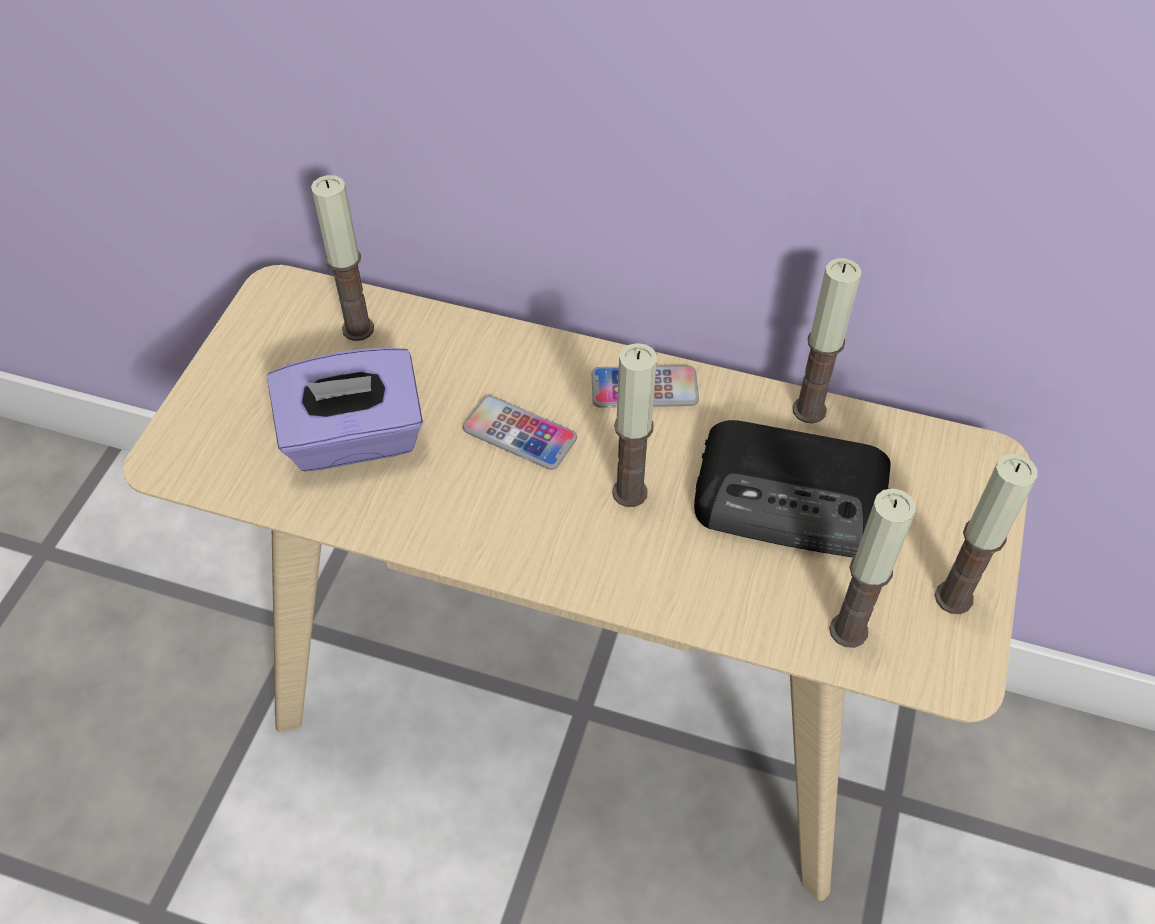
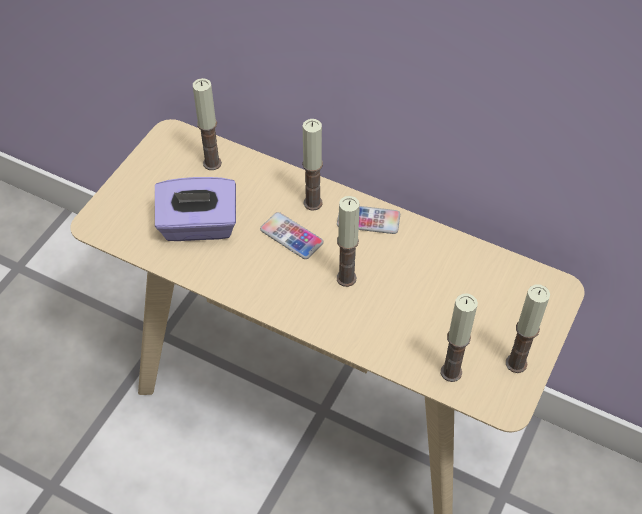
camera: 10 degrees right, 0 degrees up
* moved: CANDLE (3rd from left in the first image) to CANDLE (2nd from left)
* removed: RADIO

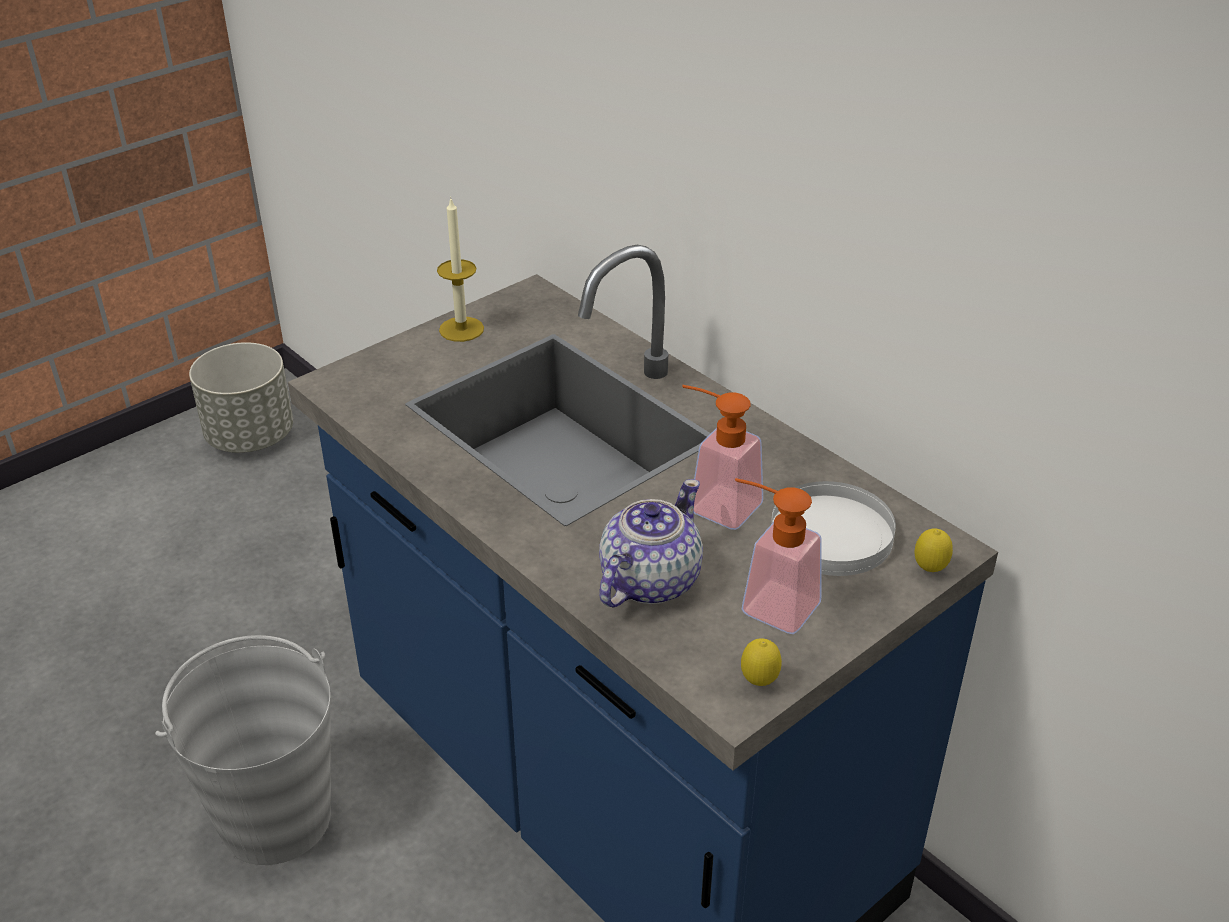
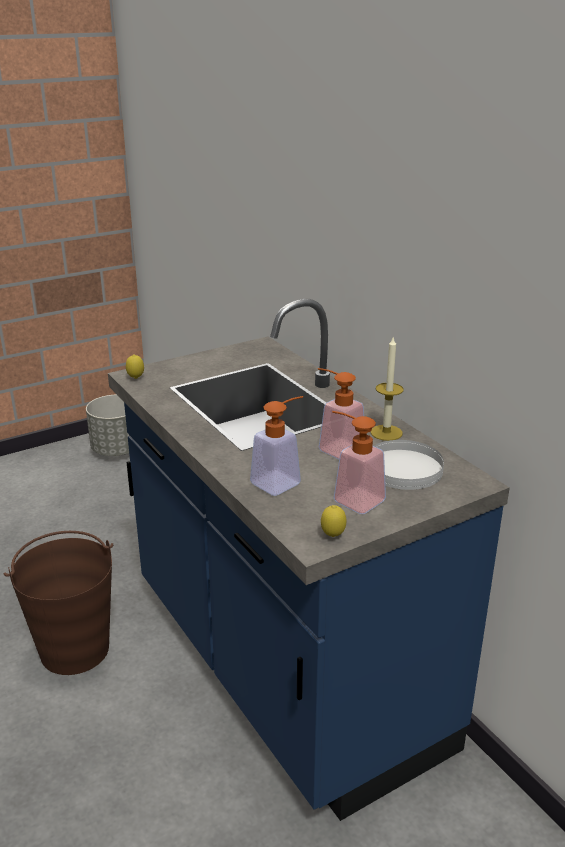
camera: 10 degrees right, 10 degrees down
* recoloured: GRAY BUCKET to BROWN BUCKET
* moved: CITRUS FRUIT (2nd from left in the first image) to CITRUS FRUIT (1st from left)
* replaced: TEA POT to SOAP BOTTLE (1st from left)
* moved: CANDLE

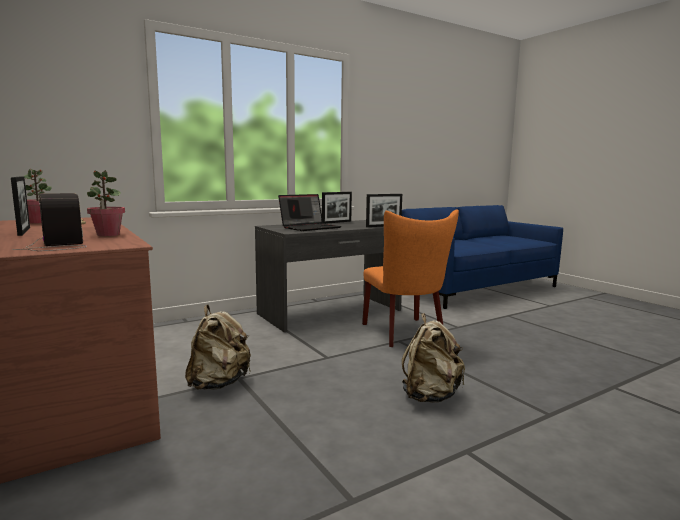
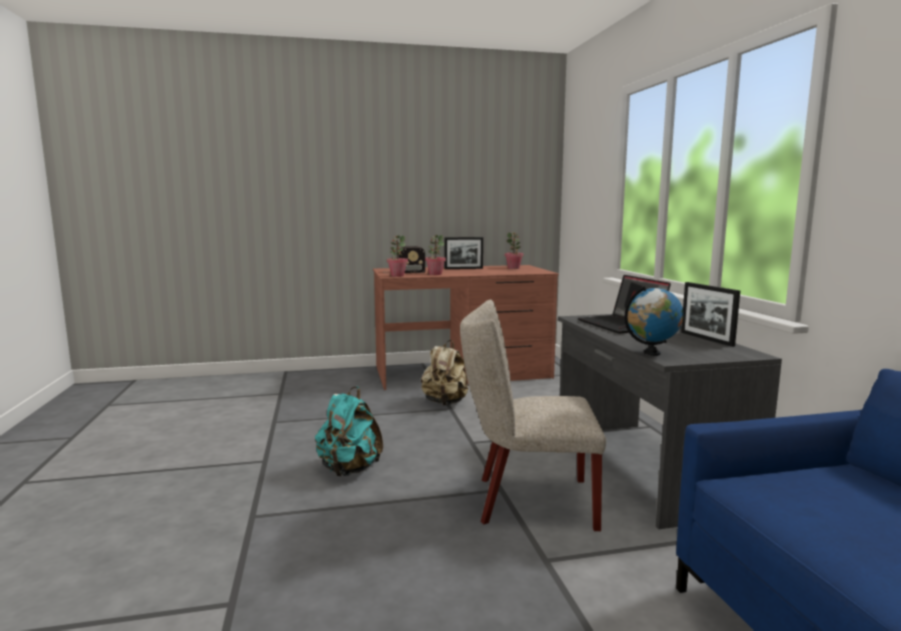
camera: 110 degrees right, 0 degrees up
* recoloured: SAND-COLOURED KNAPSACK (2nd from left) to TURQUOISE KNAPSACK
* added: PLANT IN A POT (1st from left)
* recoloured: ORANGEY PLAIN CHAIR to SAND-COLOURED PLAIN CHAIR
* replaced: PICTURE FRAME (3rd from left) to GLOBE

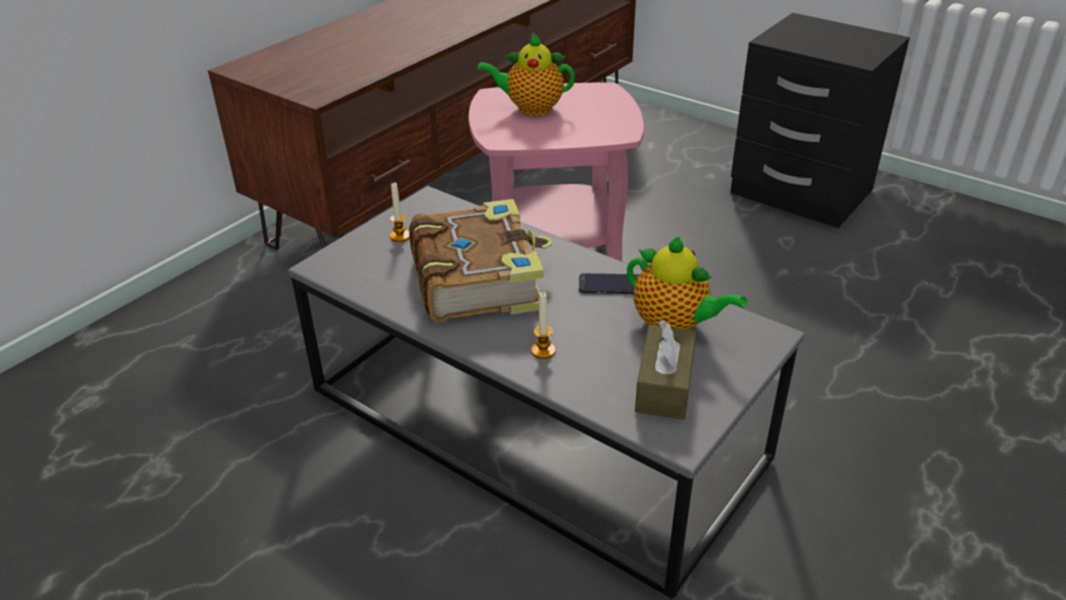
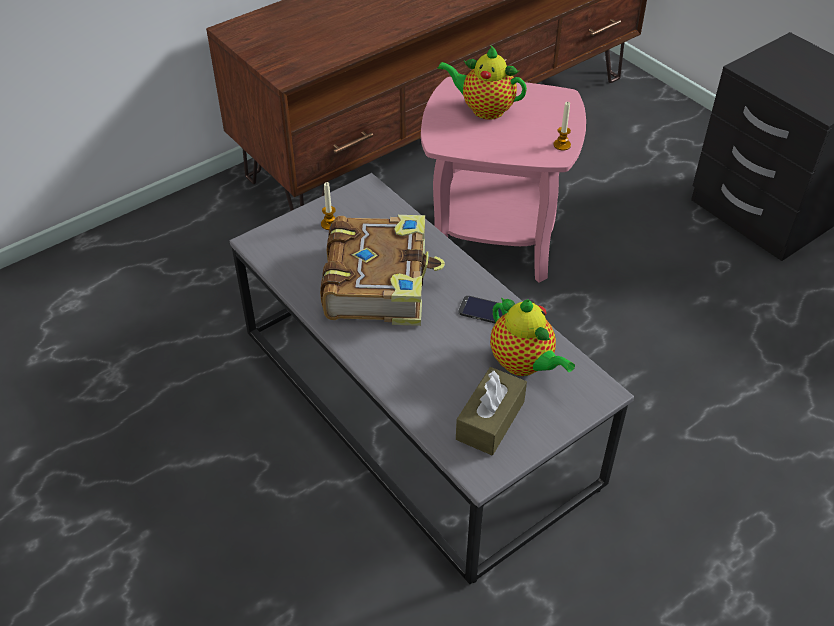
camera: 15 degrees right, 10 degrees up
* moved: CANDLE (2nd from left)

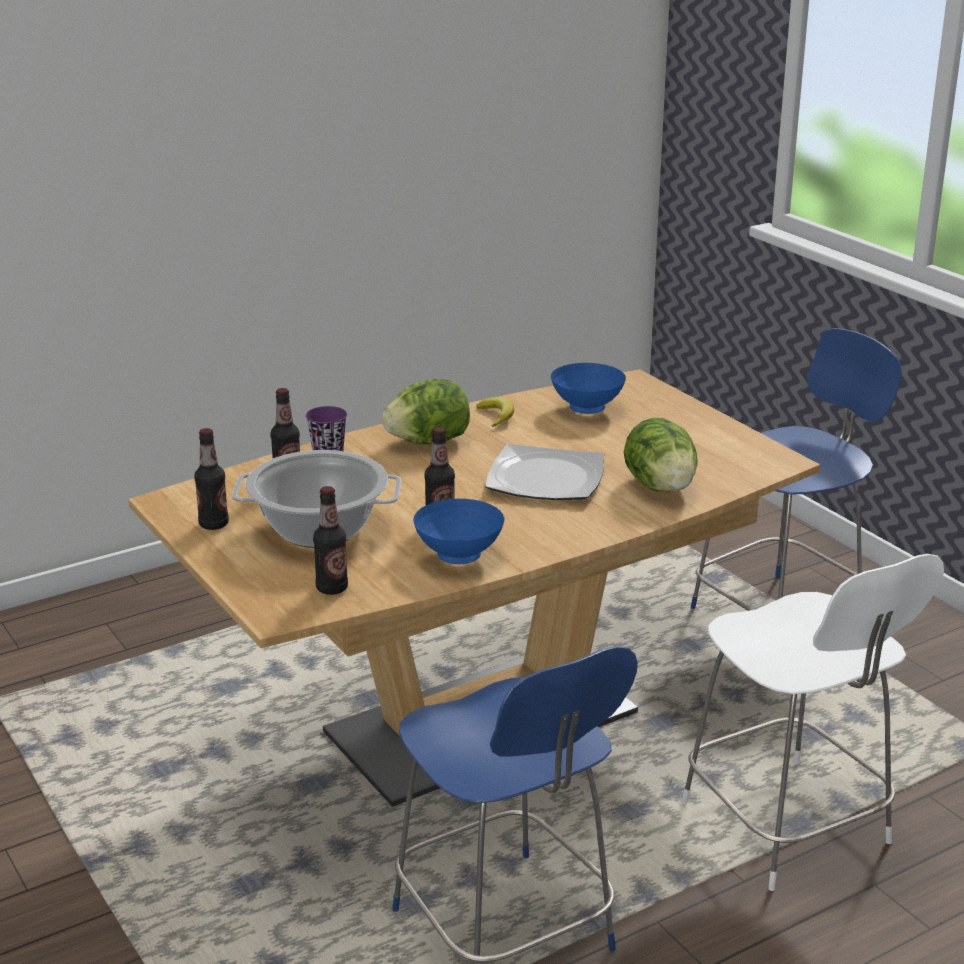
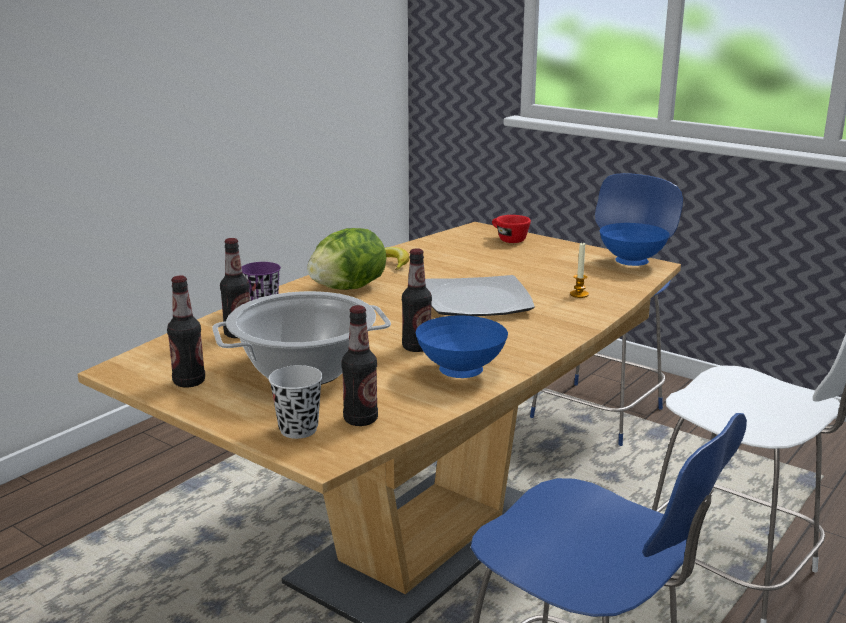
camera: 20 degrees left, 5 degrees down
* added: BLACK CUP
* added: RED CUP
* replaced: LETTUCE HEAD (2nd from left) to CANDLE
* moved: BLUE-COLOURED SERVING BOWL (2nd from left)

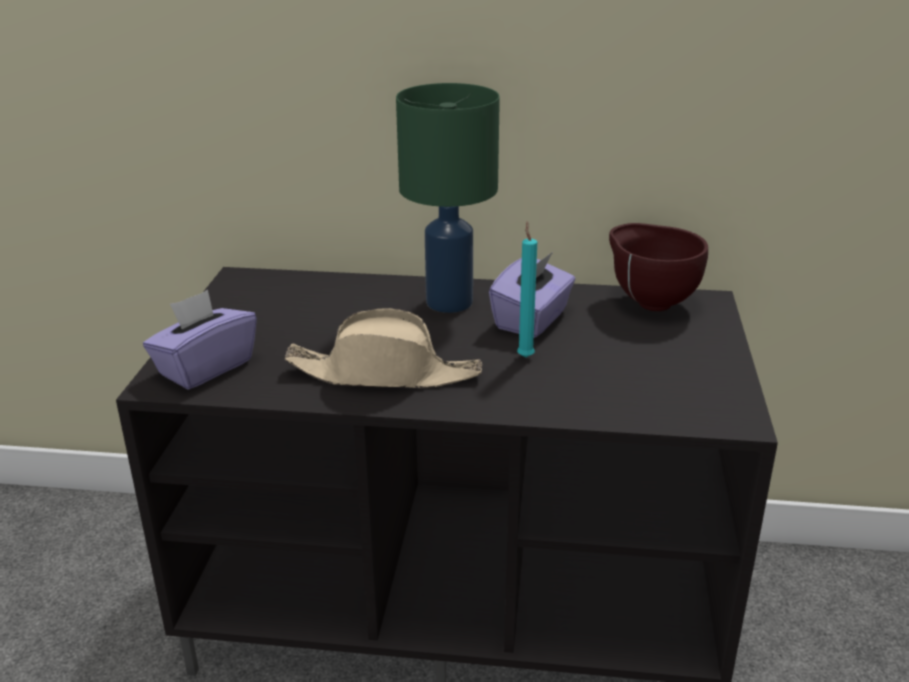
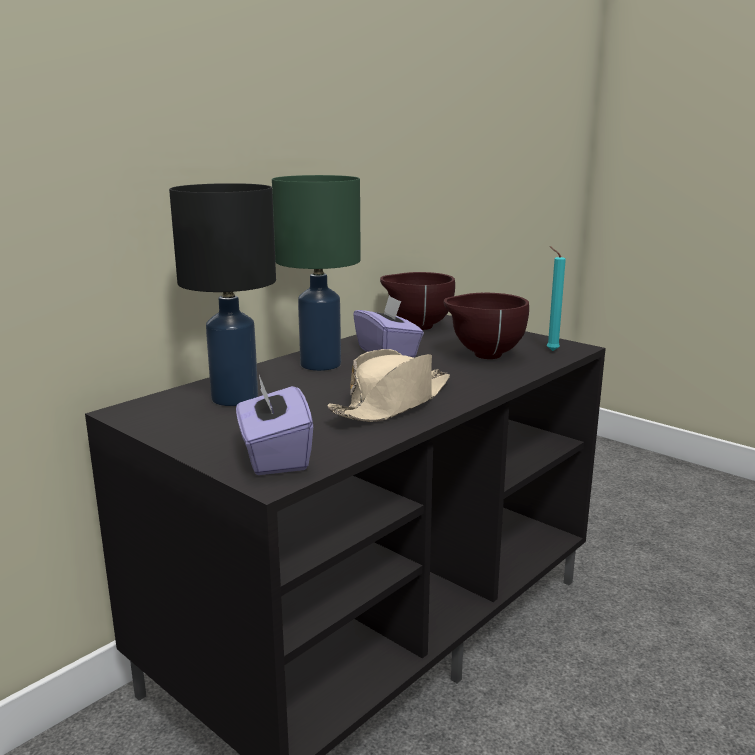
camera: 55 degrees left, 10 degrees down
* added: BLACK TABLE LAMP
* added: BROWN SERVING BOWL (2nd from left)
* moved: TURQUOISE CANDLE

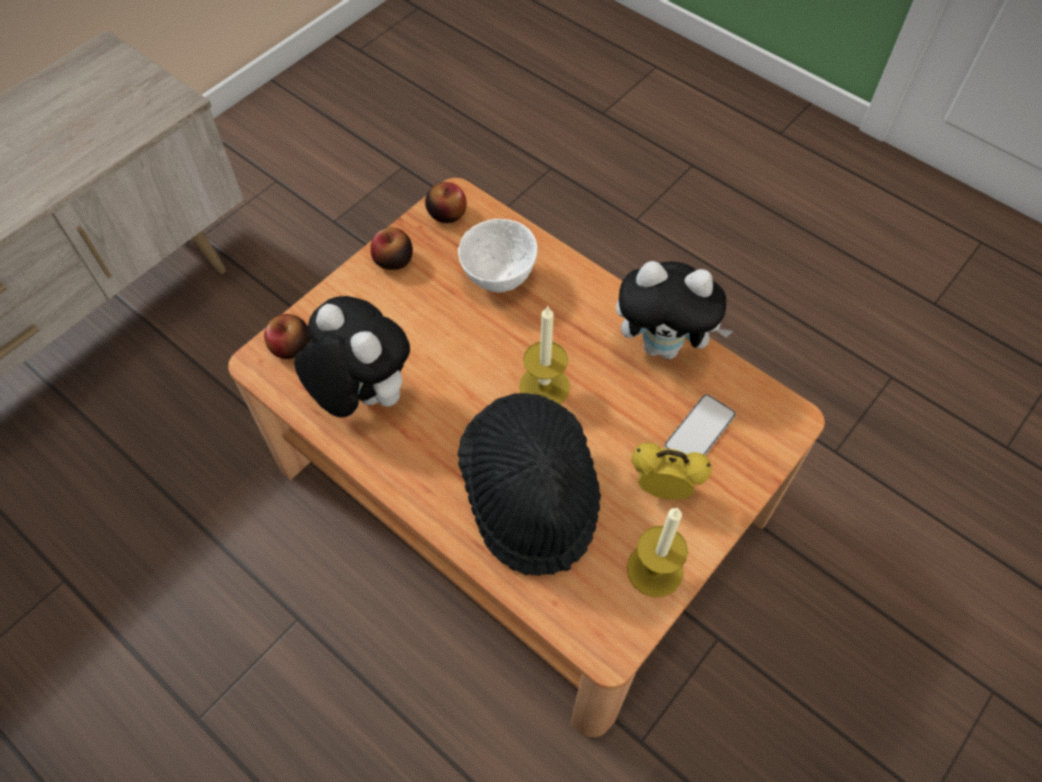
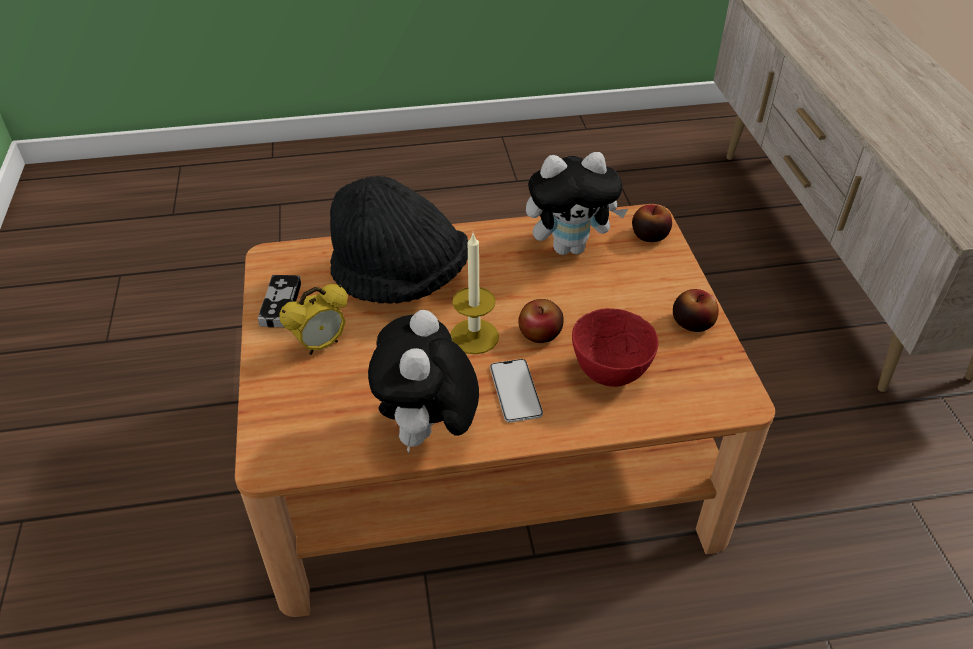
camera: 130 degrees right, 15 degrees down
* replaced: CANDLE (2nd from left) to GAMEPAD
* turned: SOFT TOY (2nd from left in the first image) 45 degrees counterclockwise
* moved: TELEPHONE
* moved: APPLE FRUIT (3rd from left in the first image) to APPLE FRUIT (1st from left)
* recoloured: WHITE SERVING BOWL to RED SERVING BOWL

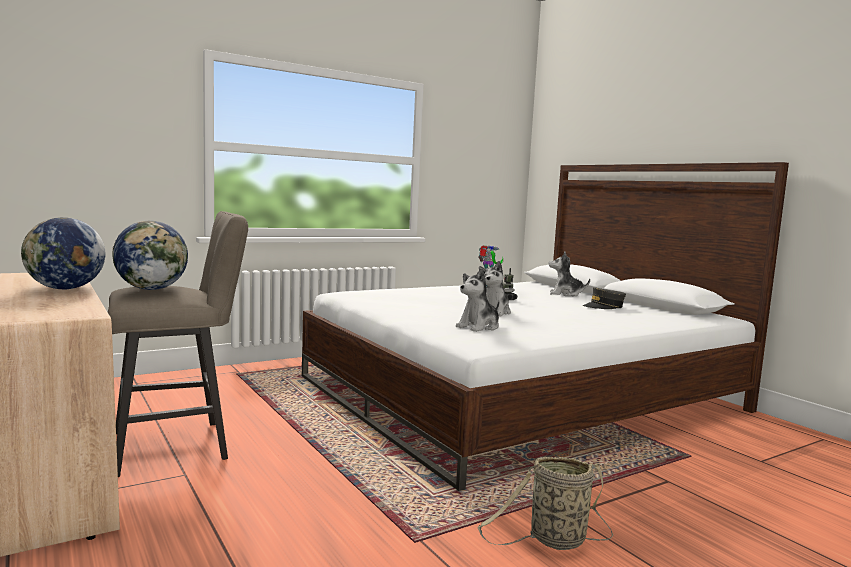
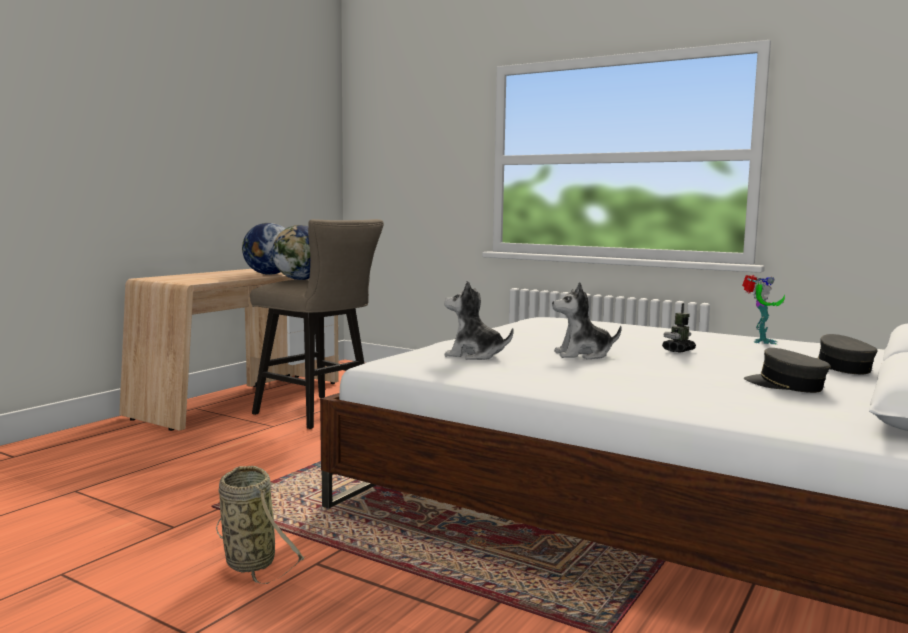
camera: 65 degrees right, 0 degrees up
* replaced: SOFT TOY (3rd from left) to GRAY BASEBALL CAP (2nd from left)

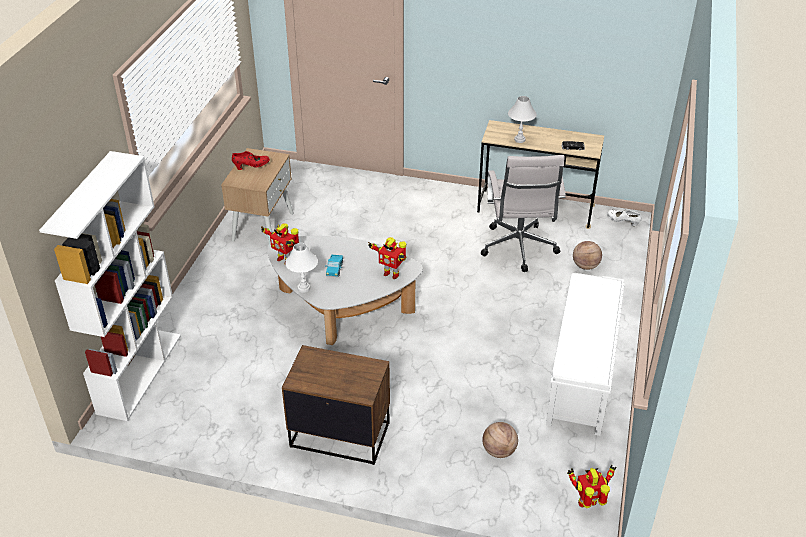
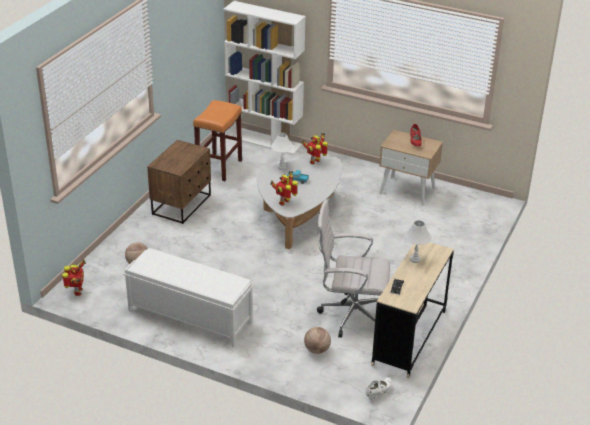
camera: 100 degrees right, 5 degrees down
* added: ORANGEY STOOL

